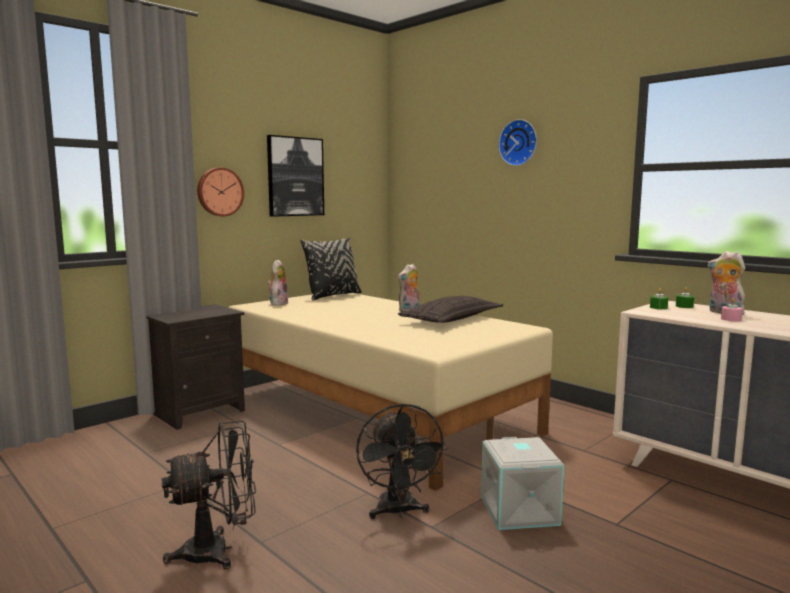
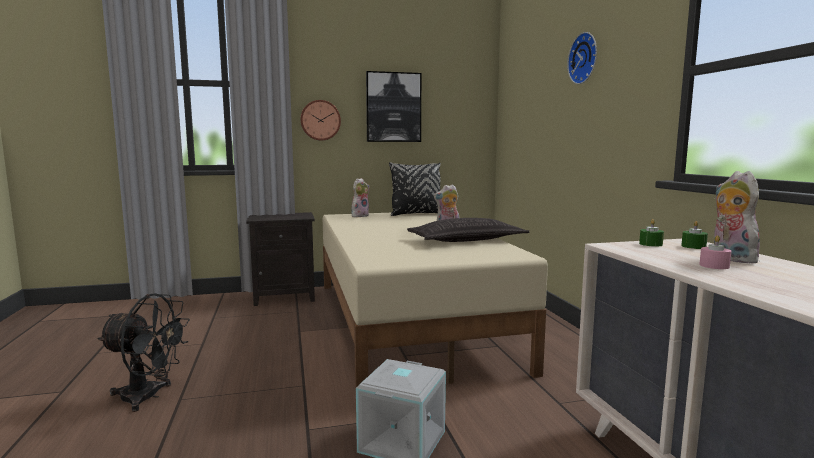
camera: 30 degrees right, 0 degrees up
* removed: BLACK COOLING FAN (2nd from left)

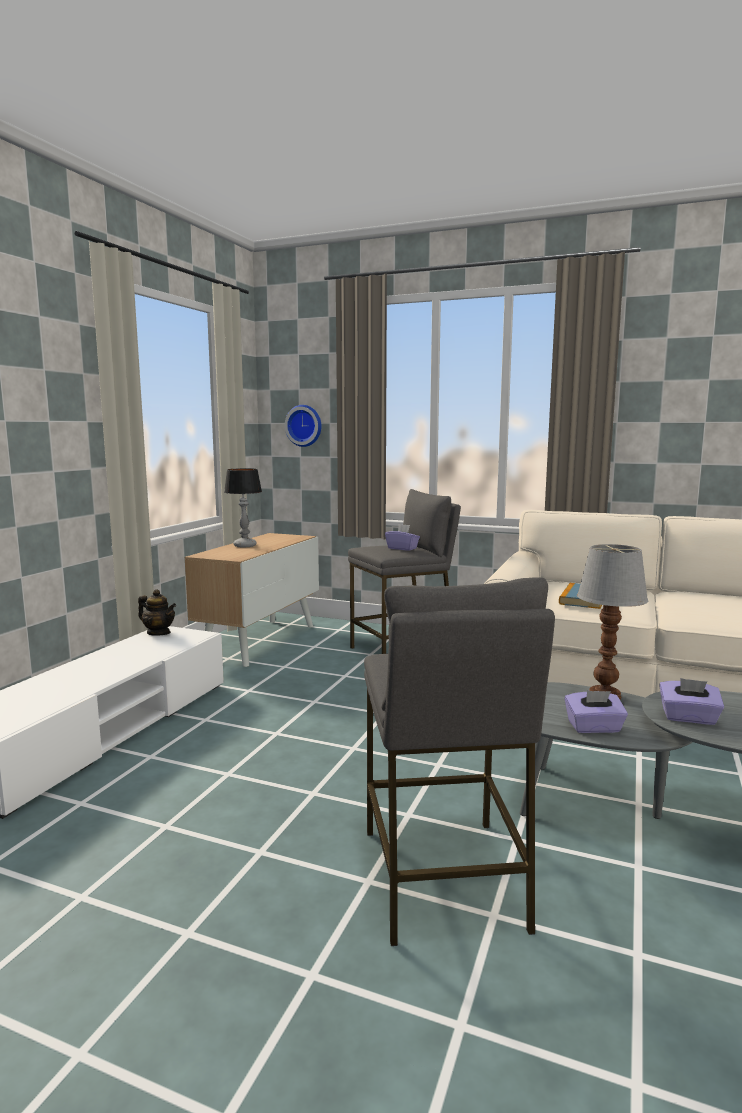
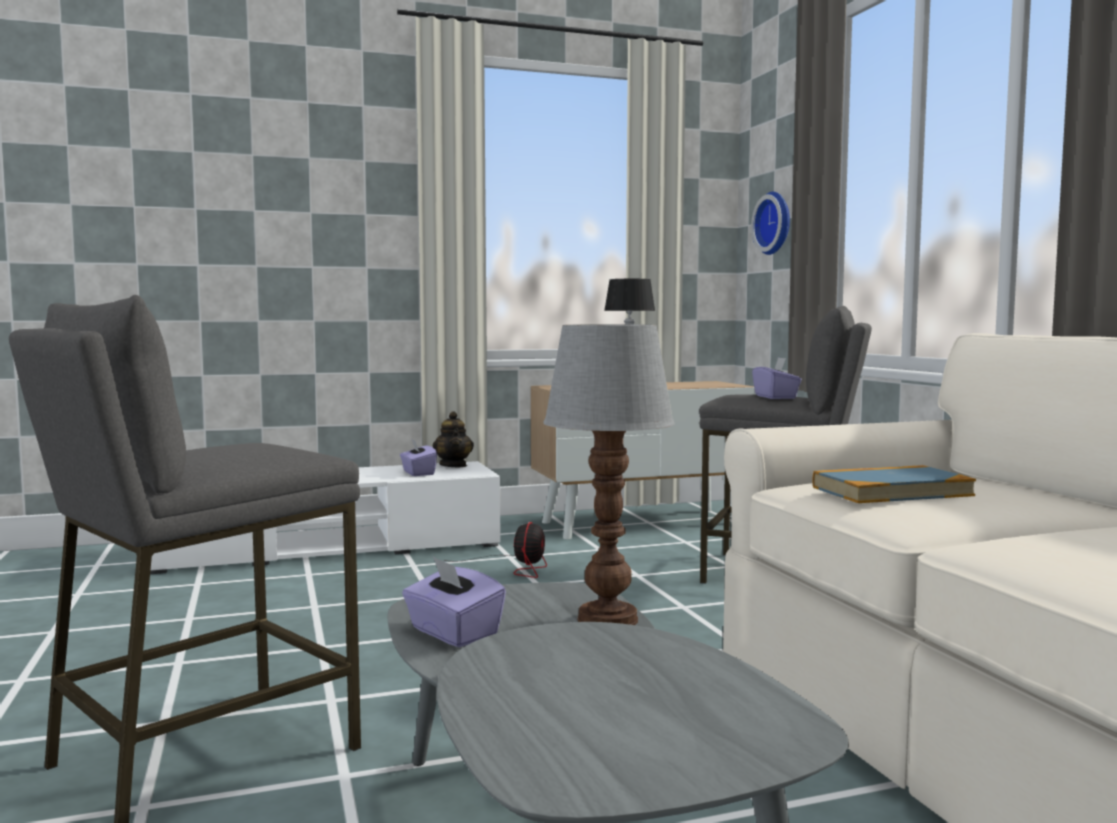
camera: 50 degrees right, 5 degrees down
* moved: PURPLISH BOX OF TISSUES (3rd from left in the first image) to PURPLISH BOX OF TISSUES (1st from left)
* added: COOLING FAN

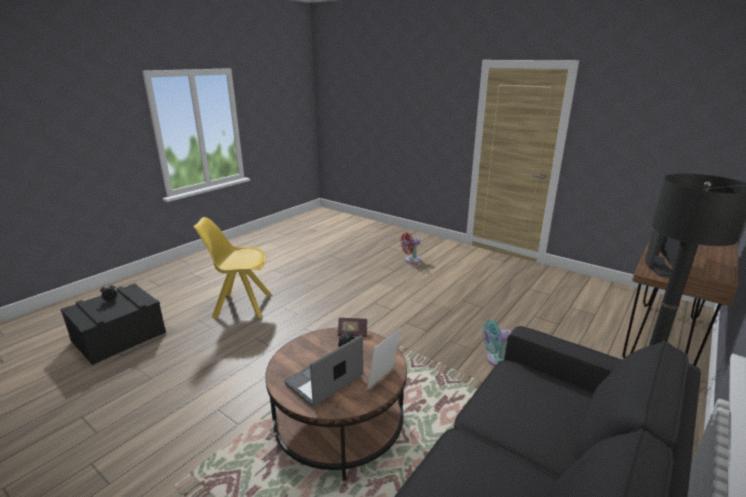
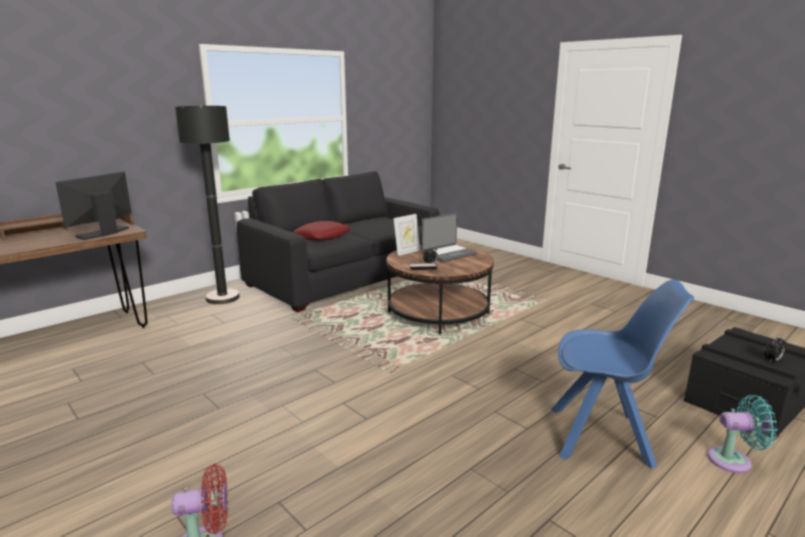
camera: 170 degrees left, 5 degrees down
* added: RED THROW PILLOW
* recoloured: YELLOWISH PLAIN CHAIR to BLUE-COLOURED PLAIN CHAIR
* moved: TURQUOISE COOLING FAN

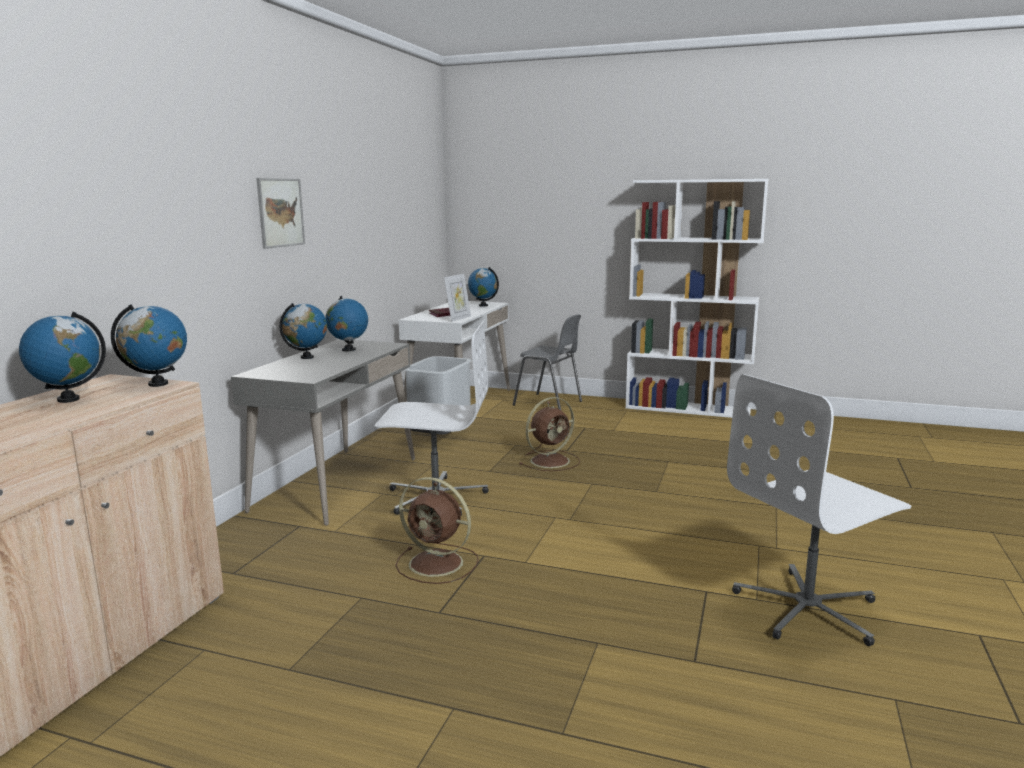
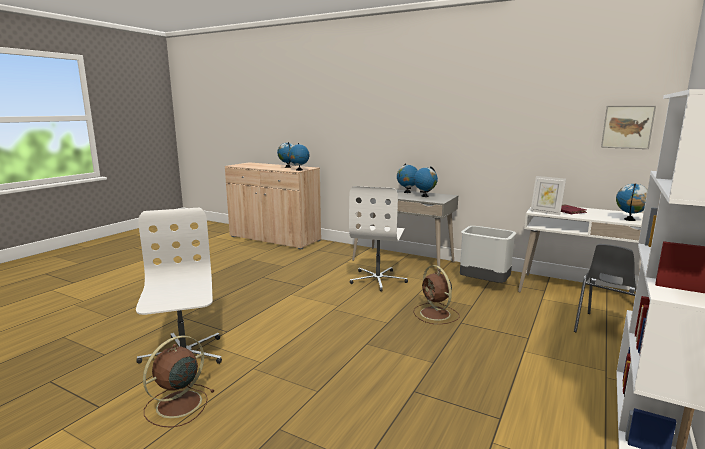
camera: 100 degrees right, 0 degrees up
* moved: BROWN COOLING FAN (1st from left)
* moved: WALL PICTURE

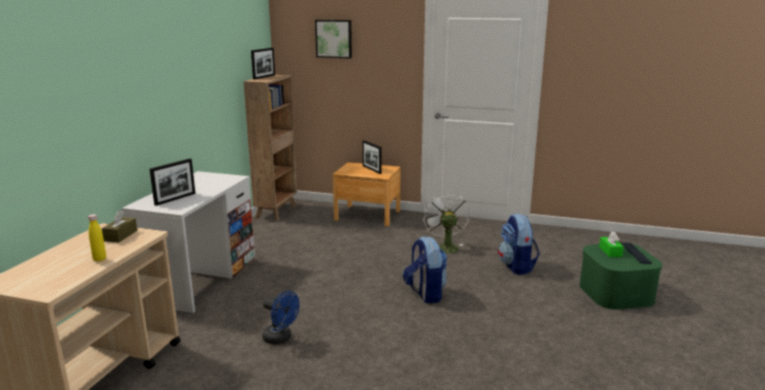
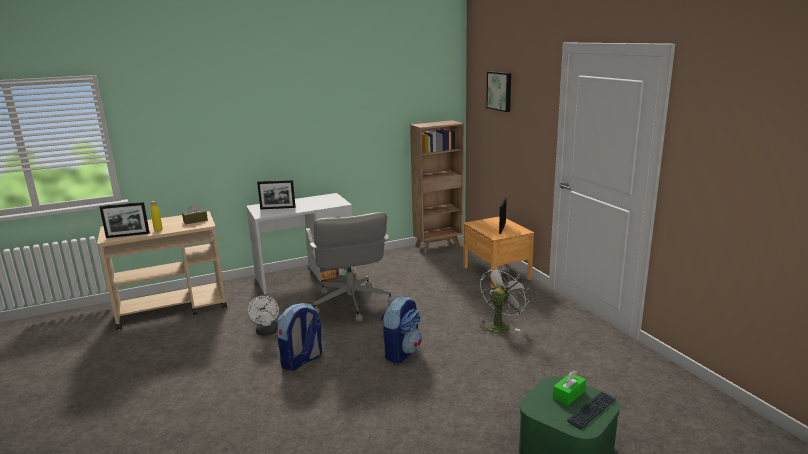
camera: 50 degrees right, 0 degrees up
* moved: PICTURE FRAME (2nd from left in the first image) to PICTURE FRAME (1st from left)
* recoloured: BLUE-COLOURED COOLING FAN to WHITE COOLING FAN (1st from left)
* moved: KNAPSACK (2nd from left in the first image) to KNAPSACK (1st from left)
* added: GRAY DESK CHAIR

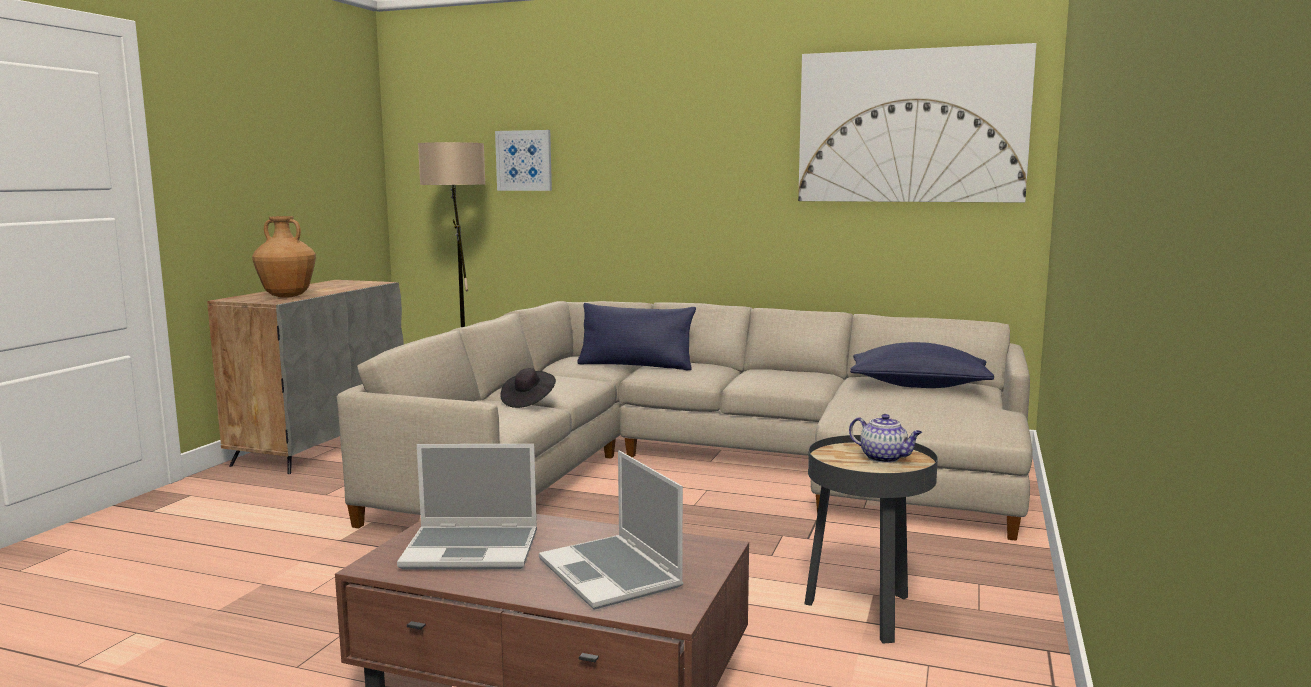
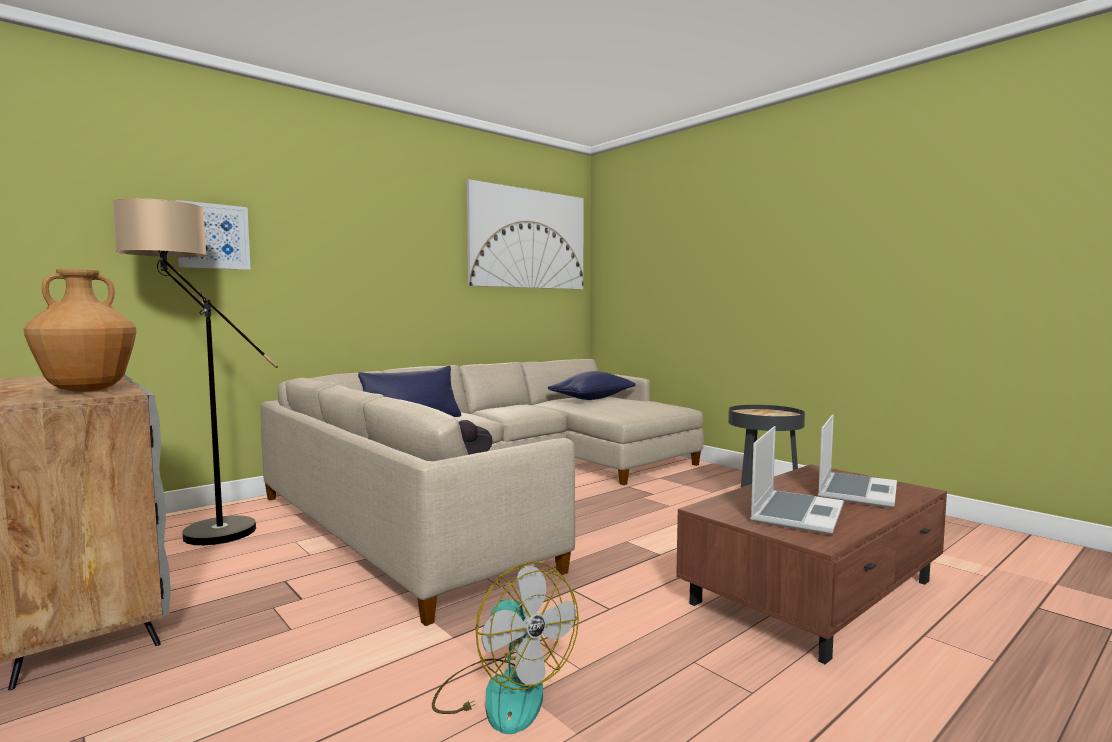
camera: 60 degrees left, 5 degrees down
* added: COOLING FAN
* turned: NOTEBOOK COMPUTER (2nd from left) 60 degrees counterclockwise
* removed: TEA POT

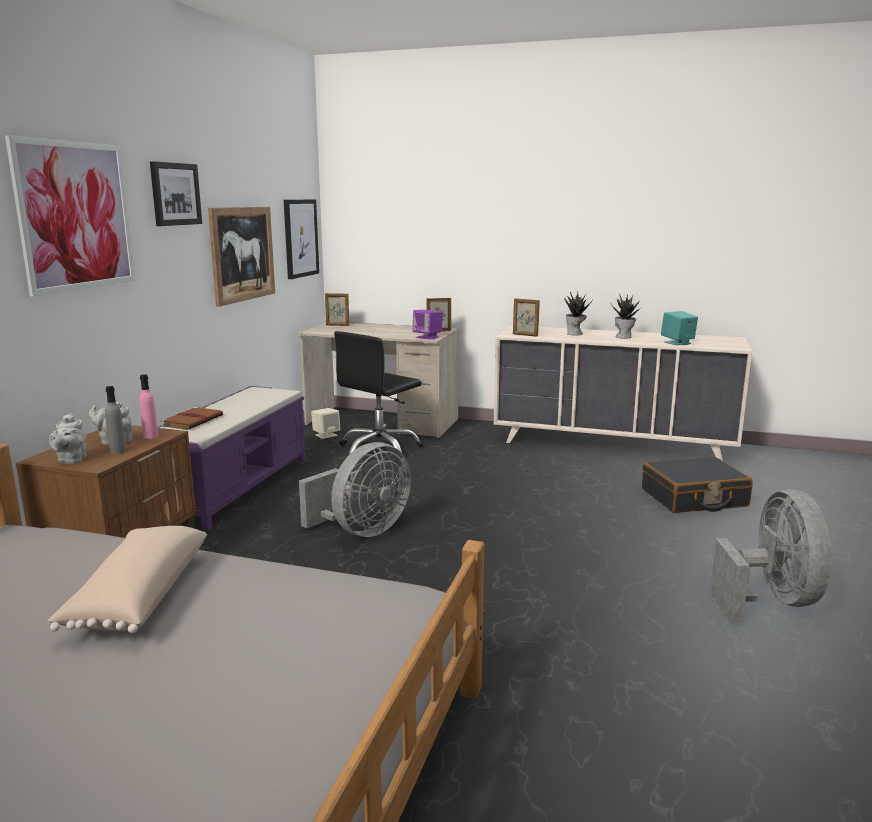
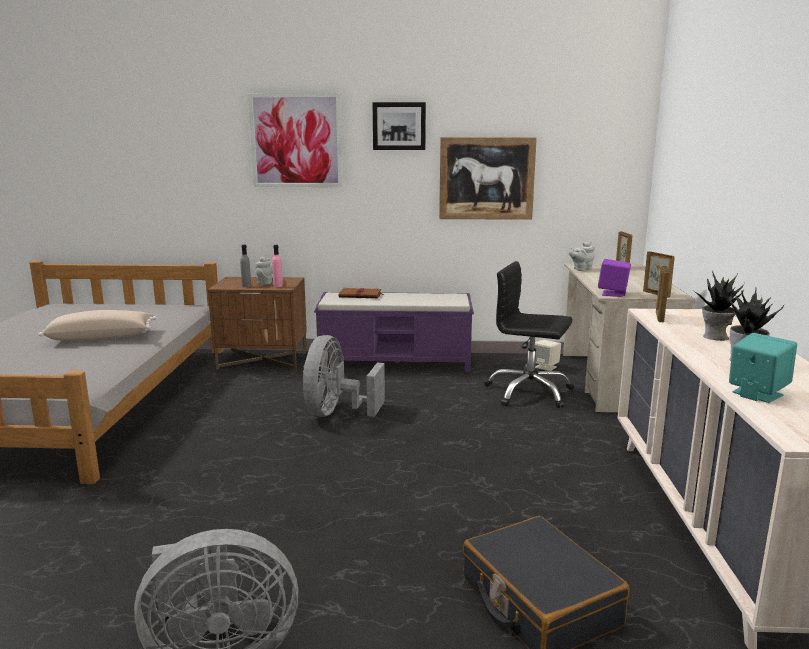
camera: 75 degrees right, 0 degrees up
* turned: GRAY COOLING FAN (1st from left in the first image) 75 degrees clockwise
* moved: GRAY TEA POT (1st from left in the first image) to GRAY TEA POT (2nd from left)
* removed: WALL PICTURE (4th from left)

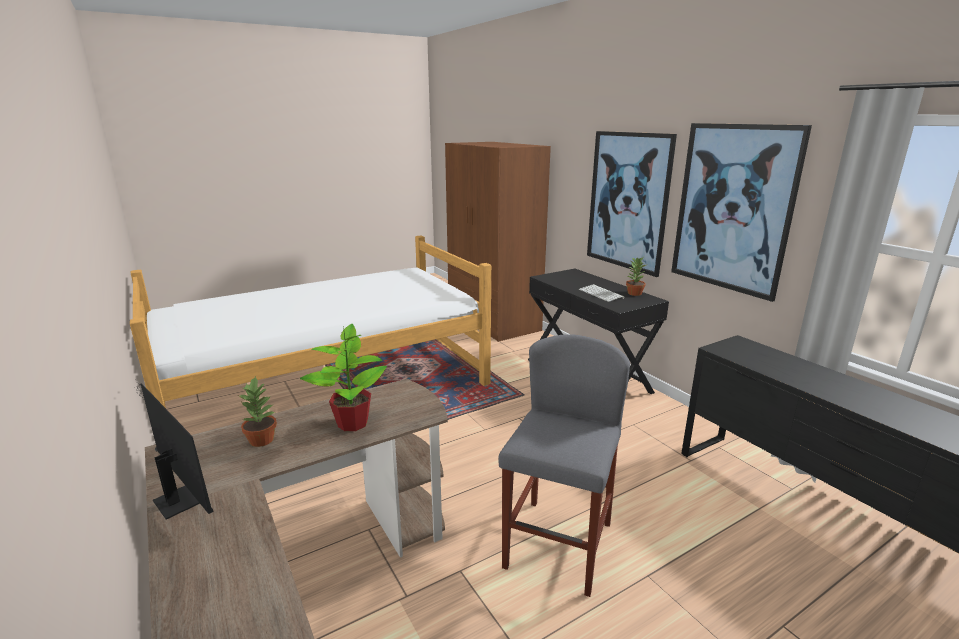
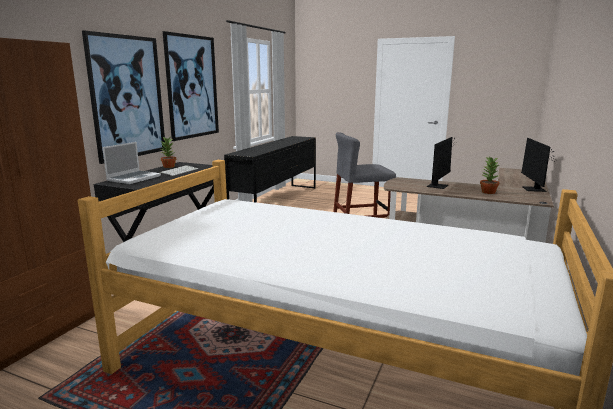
camera: 125 degrees left, 5 degrees down
* added: NOTEBOOK COMPUTER
* replaced: PLANT IN A POT (2nd from left) to COMPUTER DISPLAY (1st from left)

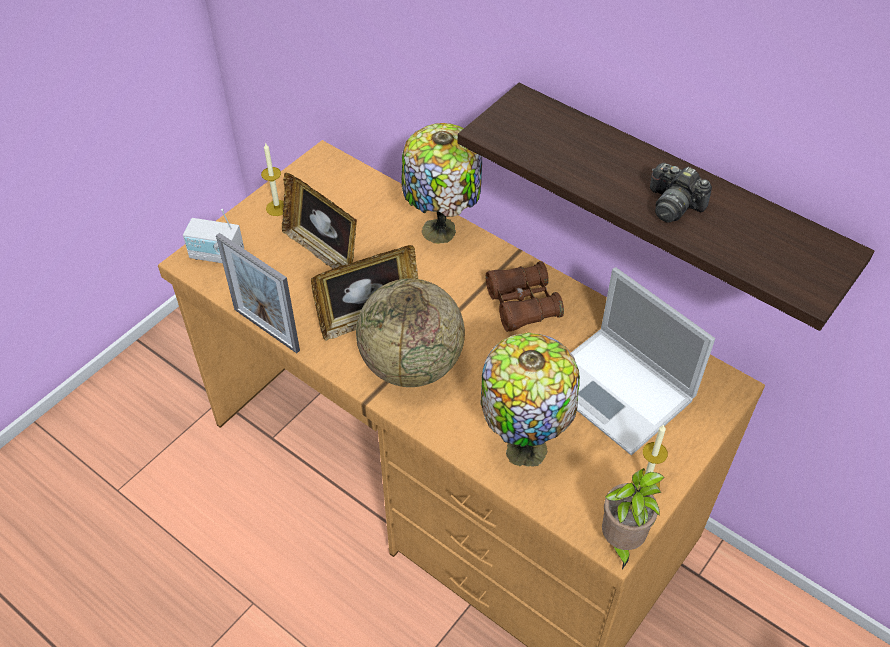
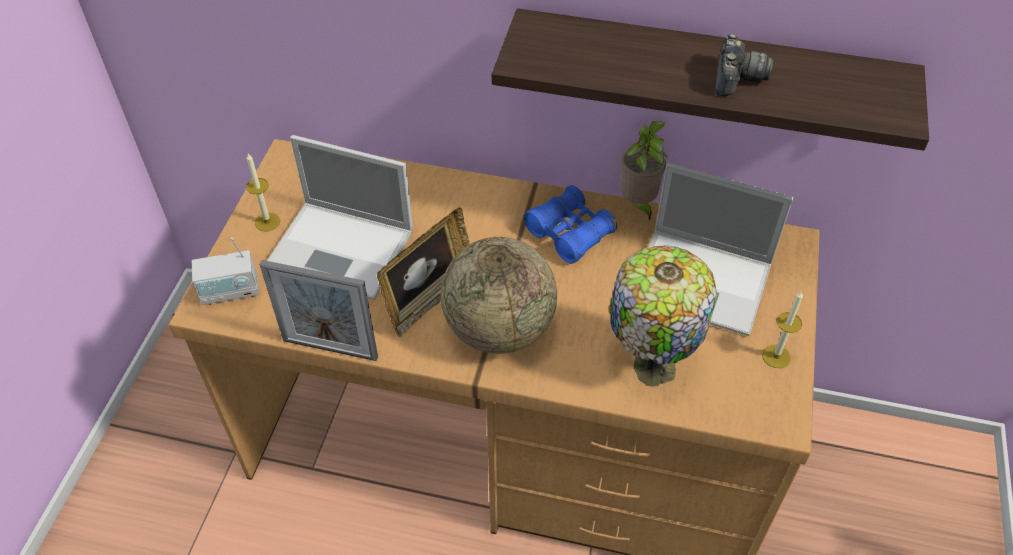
camera: 25 degrees left, 0 degrees up
* replaced: PICTURE FRAME (2nd from left) to NOTEBOOK COMPUTER (1st from left)
* recoloured: BROWN PAIR OF BINOCULARS to BLUE-COLOURED PAIR OF BINOCULARS
* moved: PLANT IN A POT
* turned: STILL CAMERA 90 degrees counterclockwise
* removed: TABLE LAMP (1st from left)

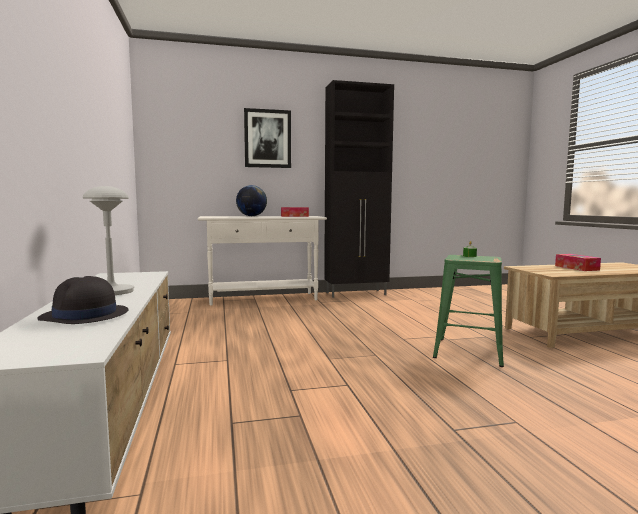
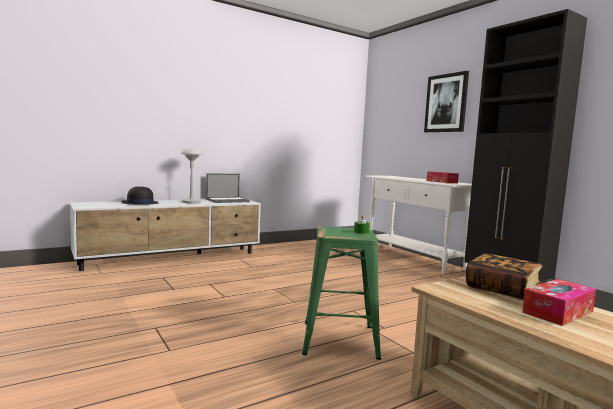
camera: 70 degrees right, 0 degrees up
* added: NOTEBOOK COMPUTER
* added: VOLUME
* removed: GLOBE

